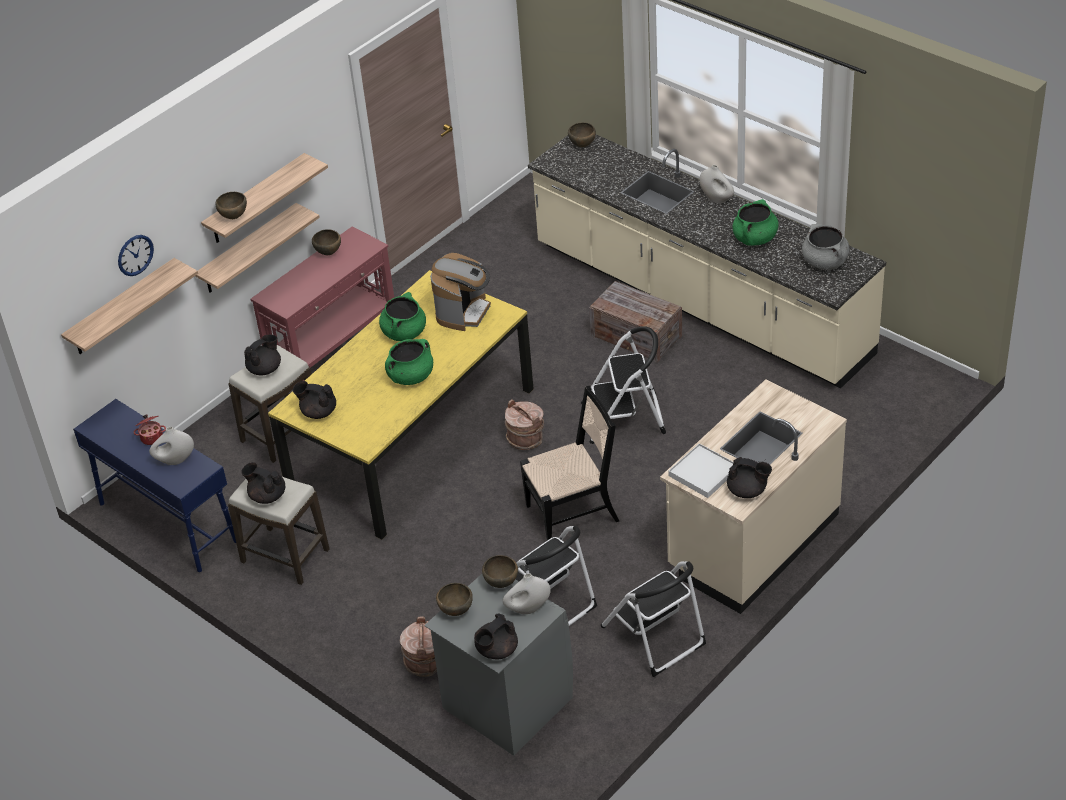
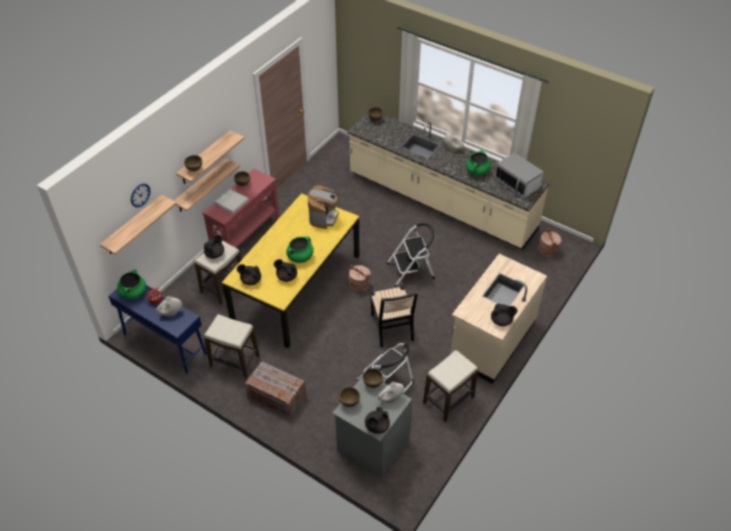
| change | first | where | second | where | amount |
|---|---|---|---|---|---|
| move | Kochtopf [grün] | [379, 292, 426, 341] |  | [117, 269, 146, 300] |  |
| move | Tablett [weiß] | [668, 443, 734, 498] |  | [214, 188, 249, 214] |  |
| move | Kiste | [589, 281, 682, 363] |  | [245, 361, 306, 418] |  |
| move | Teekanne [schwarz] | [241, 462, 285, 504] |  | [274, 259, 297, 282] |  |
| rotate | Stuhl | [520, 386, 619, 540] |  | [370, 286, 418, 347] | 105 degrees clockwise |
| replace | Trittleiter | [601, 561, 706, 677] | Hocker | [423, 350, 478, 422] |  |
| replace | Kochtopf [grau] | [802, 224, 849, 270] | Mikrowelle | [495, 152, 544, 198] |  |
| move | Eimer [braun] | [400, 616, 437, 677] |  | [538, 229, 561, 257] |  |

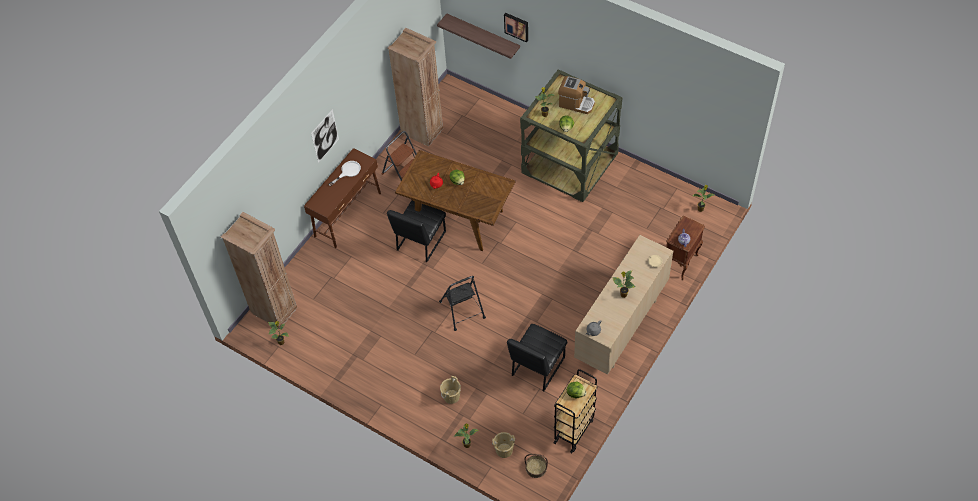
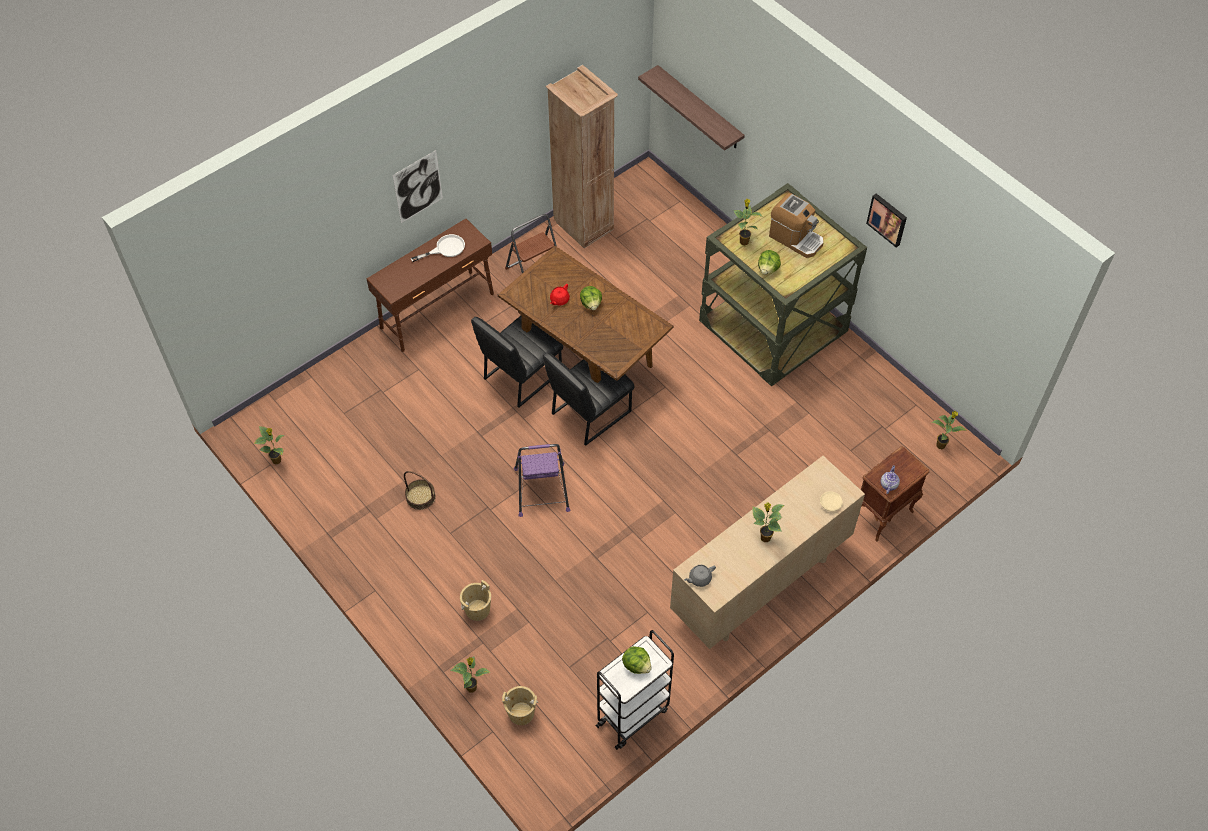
| change | first | where | second | where | amount |
|---|---|---|---|---|---|
| move | Korb | [525, 454, 548, 478] |  | [404, 471, 436, 510] |  |
| recolor | Trittleiter [schwarz] | [439, 276, 486, 331] | Trittleiter [lila] | [514, 444, 570, 517] |  |
| move | Stuhl [schwarz] | [507, 324, 567, 391] |  | [543, 353, 634, 446] |  |
| recolor | Rollwagen [braun] | [554, 369, 597, 453] | Rollwagen [weiß] | [596, 630, 674, 750] |  |
| move | Bild | [504, 13, 528, 43] |  | [866, 193, 907, 247] |  |
| delete | Schrank [braun] | [221, 212, 297, 329] |  |  |  |

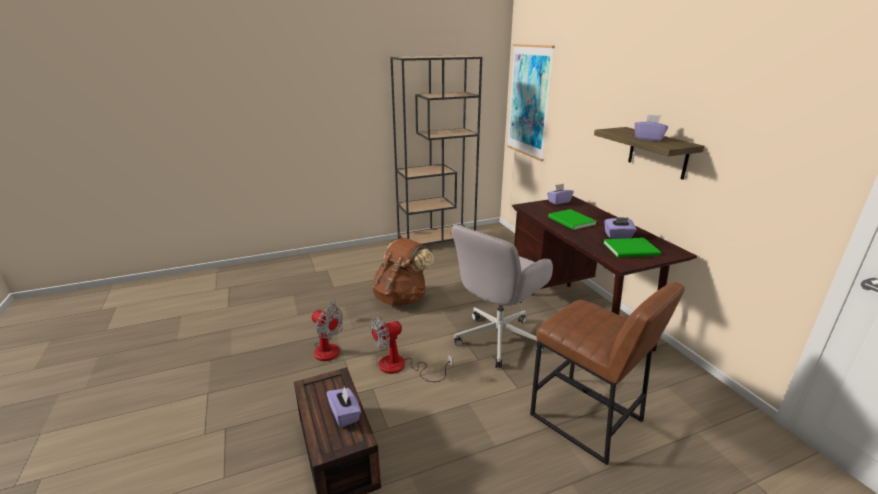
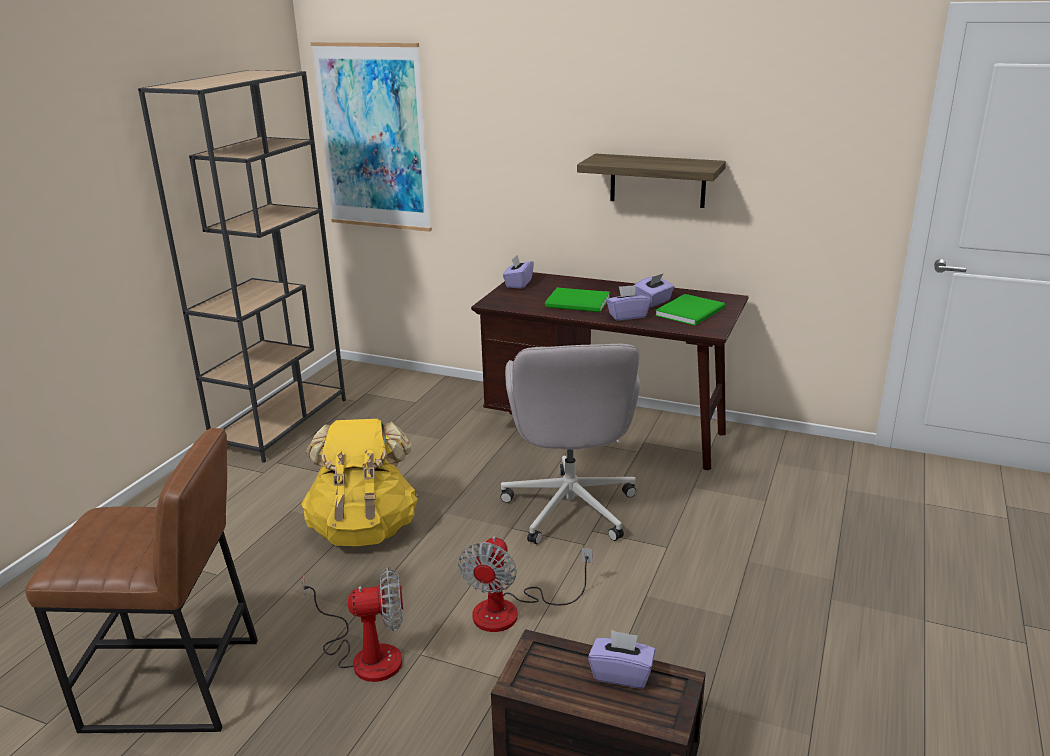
| change | first | where | second | where | amount |
|---|---|---|---|---|---|
| move | Stuhl [braun] | [530, 282, 685, 465] |  | [25, 428, 258, 733] |  |
| recolor | Rucksack [braun] | [372, 238, 434, 306] | Rucksack [gelb] | [301, 419, 418, 546] |  |
| move | Taschentuchbox [lila] | [634, 115, 668, 141] |  | [606, 285, 651, 321] |  |

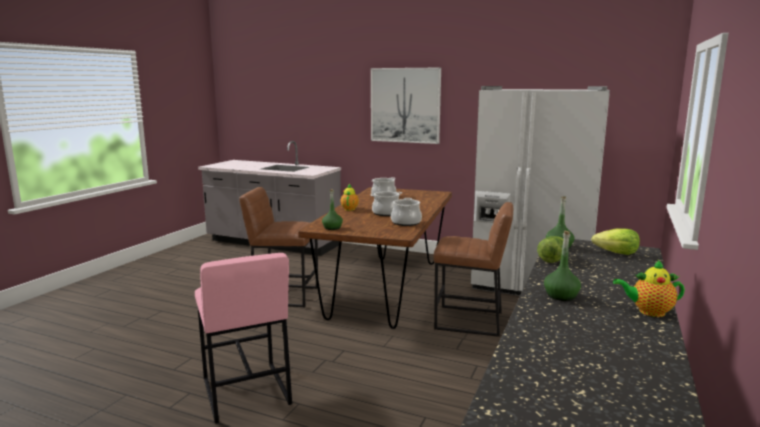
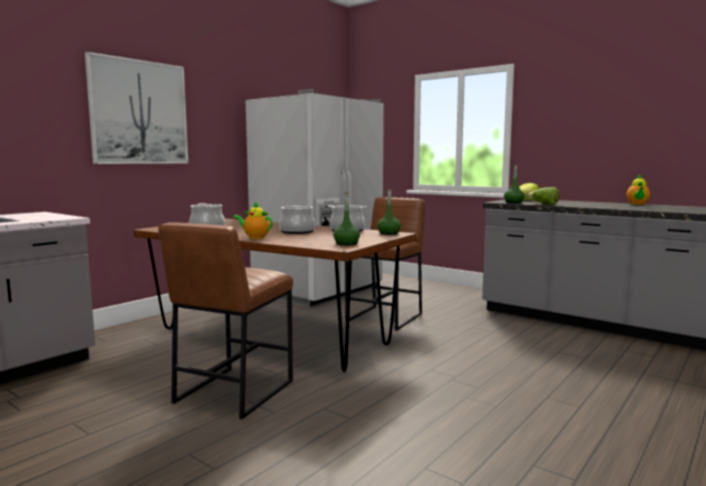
| change | first | where | second | where | amount |
|---|---|---|---|---|---|
| move | Flasche [grün] | [544, 231, 581, 301] |  | [377, 188, 401, 235] |  |
| delete | Stuhl [rosa] | [195, 253, 292, 423] |  |  |  |

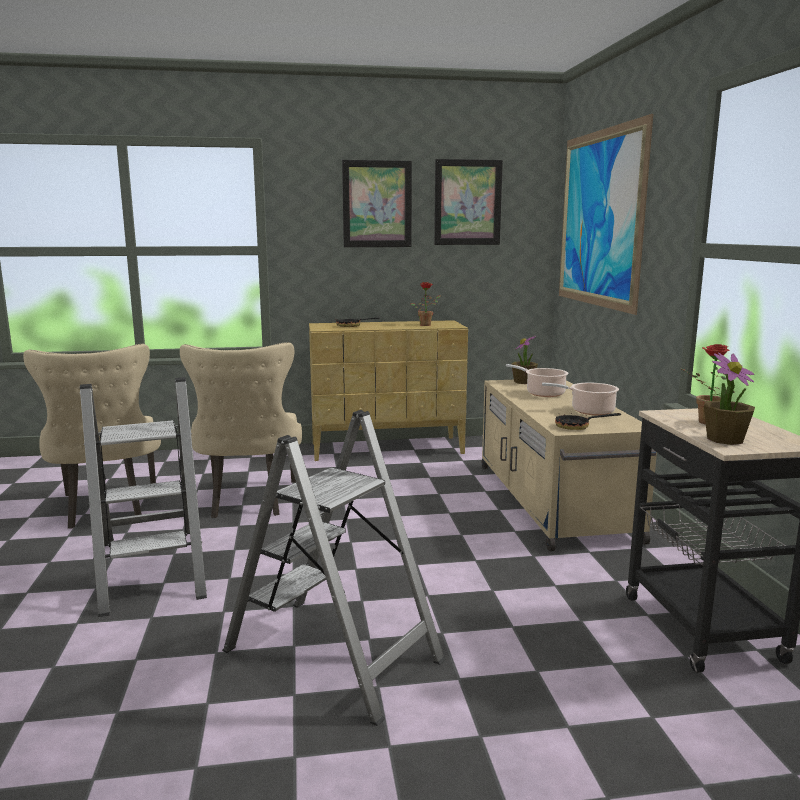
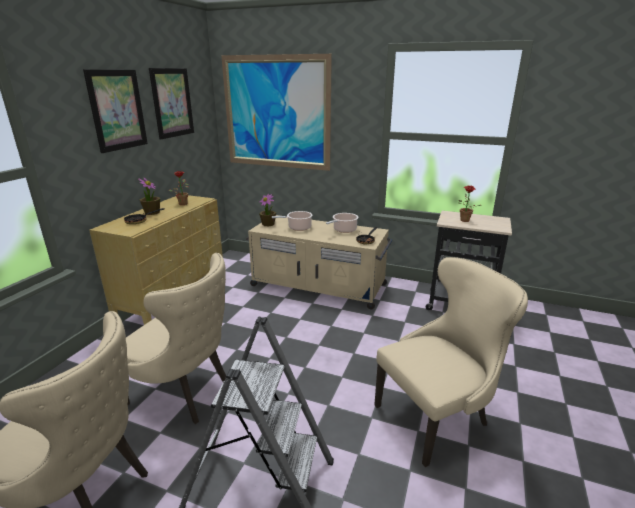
| change | first | where | second | where | amount |
|---|---|---|---|---|---|
| move | Topfpflanze | [704, 353, 755, 445] |  | [138, 177, 160, 215] |  |
| replace | Trittleiter [grau] | [222, 410, 445, 726] | Stuhl [beige] | [374, 257, 528, 467] |  |

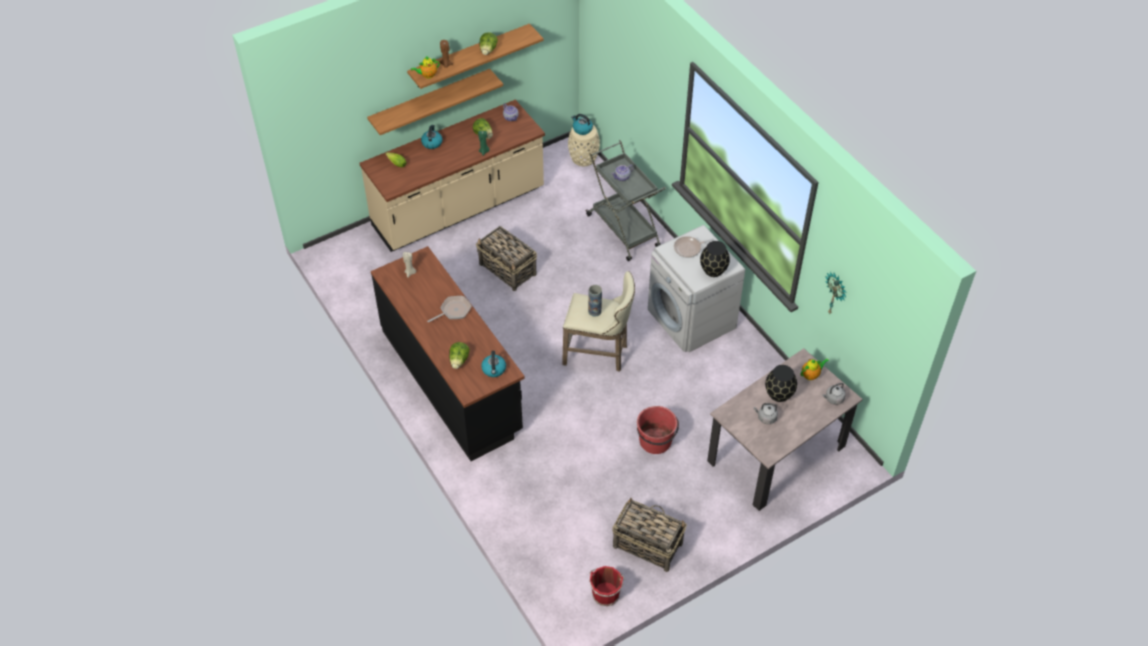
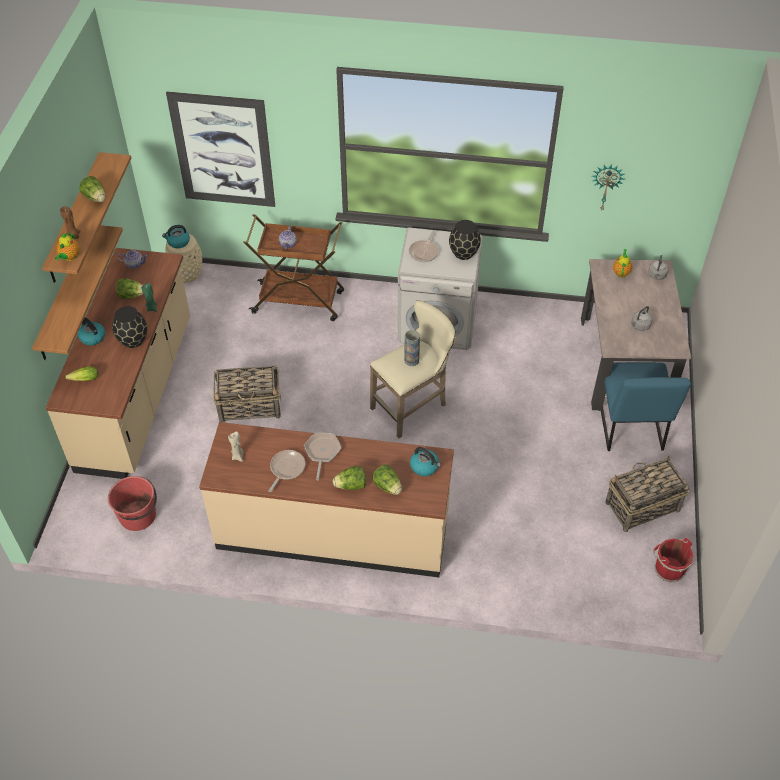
| change | first | where | second | where | amount |
|---|---|---|---|---|---|
| move | Eimer [rot] | [637, 406, 679, 454] |  | [108, 476, 157, 531] |  |
| move | Vase [schwarz] | [765, 365, 797, 402] |  | [112, 306, 147, 348] |  |
| insert |  |  | Bild | [166, 91, 275, 207] |  |
| recolor | Küchenzeile [schwarz] | [371, 246, 525, 461] | Küchenzeile [beige] | [199, 422, 454, 577] |  |
| recolor | Rollwagen [grau] | [586, 140, 666, 261] | Rollwagen [braun] | [243, 214, 344, 321] |  |
| insert |  |  | Pfanne | [269, 450, 305, 492] |  |
| insert |  |  | Salatkopf | [333, 466, 366, 490] |  |
| insert |  |  | Stuhl [blau] | [601, 362, 691, 451] |  |

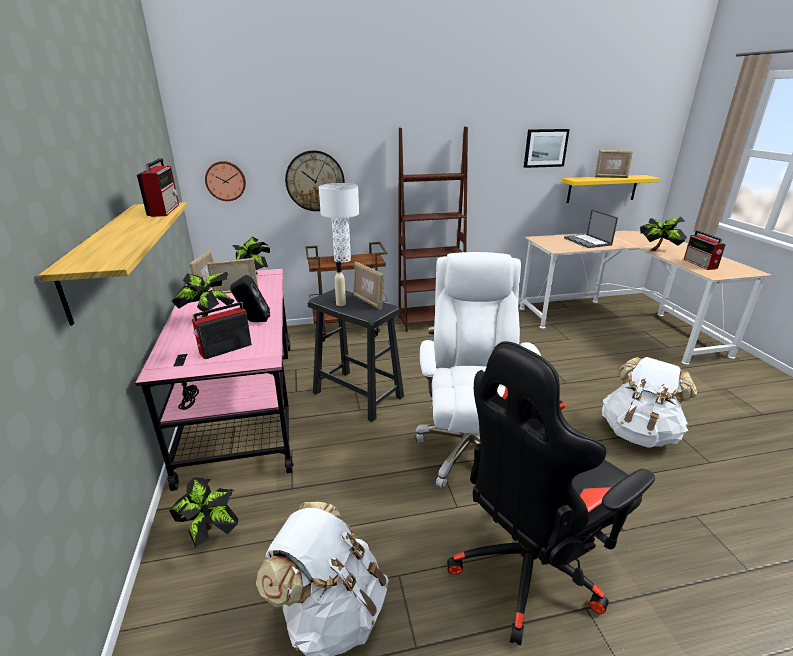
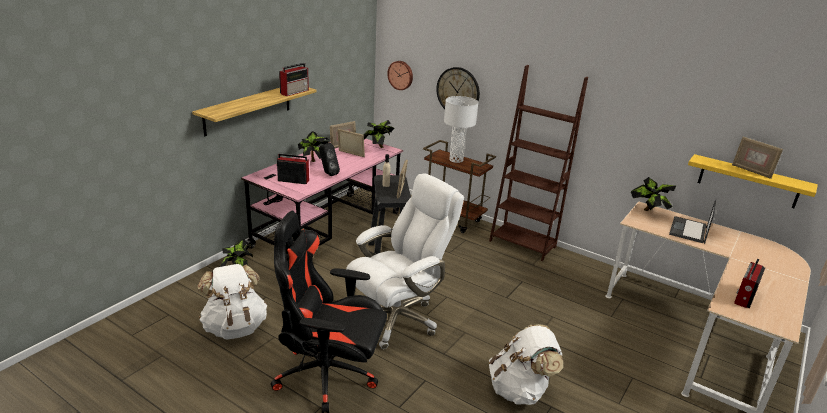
| change | first | where | second | where | amount |
|---|---|---|---|---|---|
| move | Topfpflanze | [640, 217, 687, 251] |  | [631, 177, 676, 211] |  |
| delete | Bild | [524, 129, 570, 168] |  |  |  |

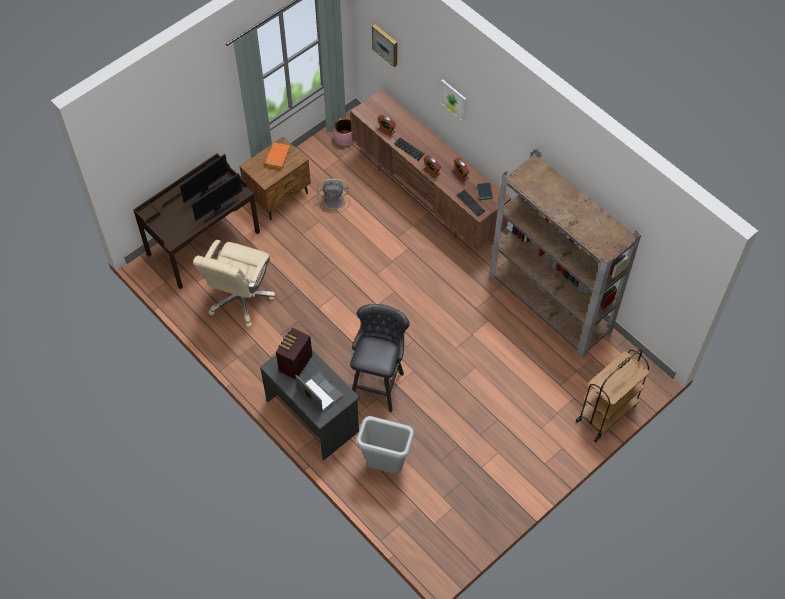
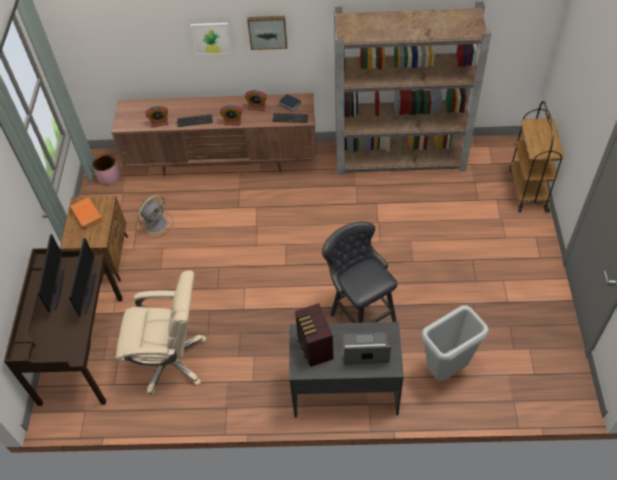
| change | first | where | second | where | amount |
|---|---|---|---|---|---|
| rotate | Bürostuhl [beige] | [193, 240, 275, 327] |  | [116, 271, 207, 395] | 60 degrees counterclockwise |
| move | Bild | [372, 24, 397, 67] |  | [247, 16, 287, 50] |  |

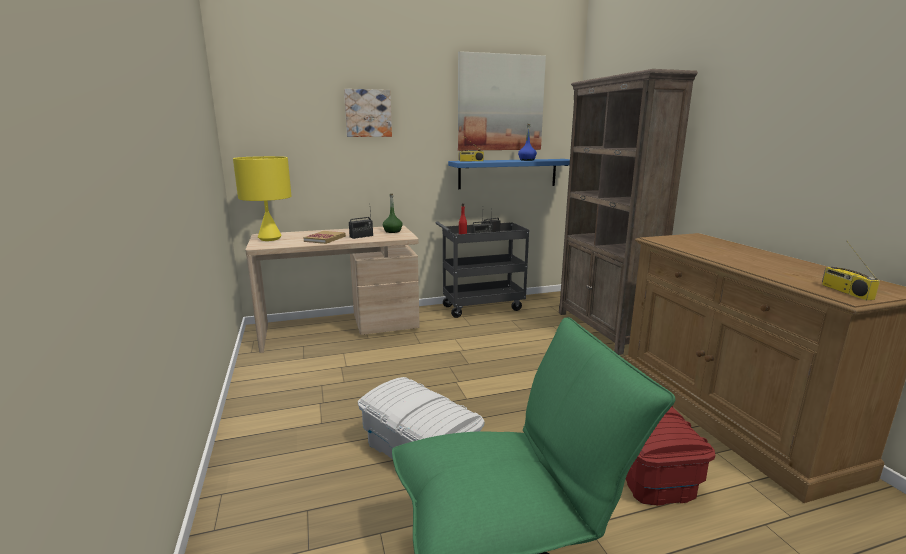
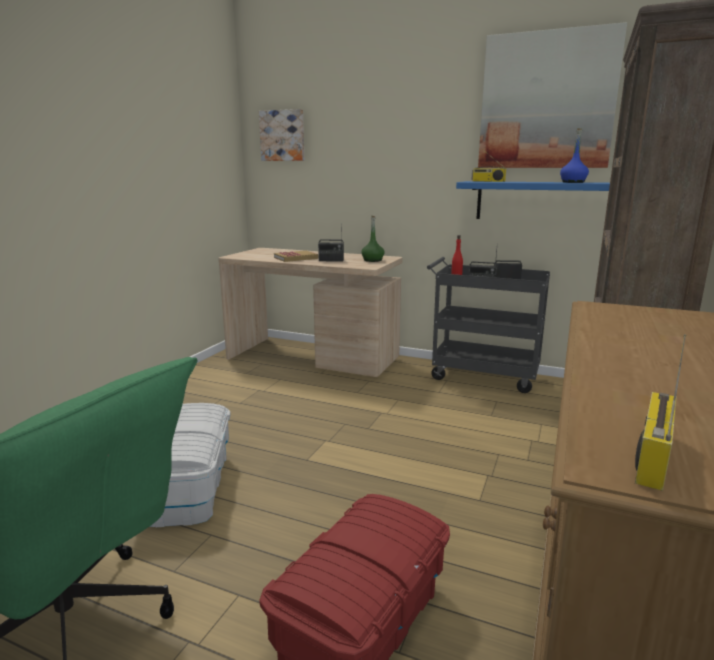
| change | first | where | second | where | amount |
|---|---|---|---|---|---|
| move | Bild | [344, 89, 392, 137] |  | [259, 109, 304, 161] |  |
| delete | Tischlampe [gelb] | [233, 156, 291, 241] |  |  |  |

